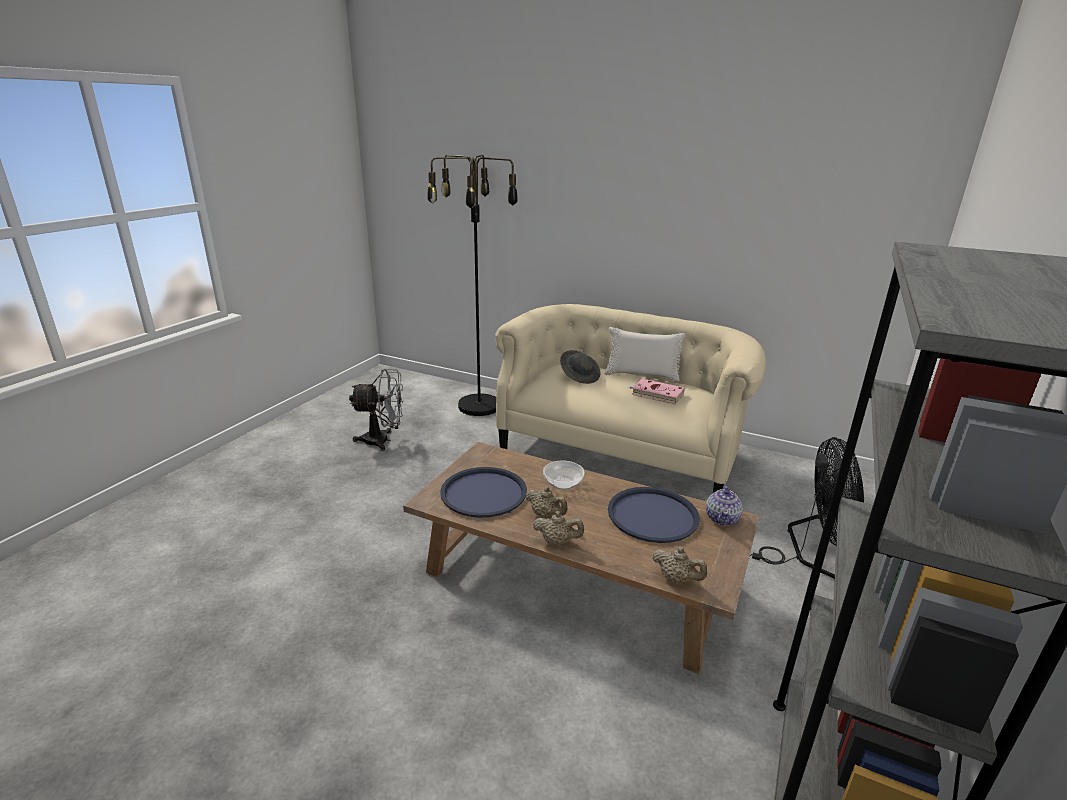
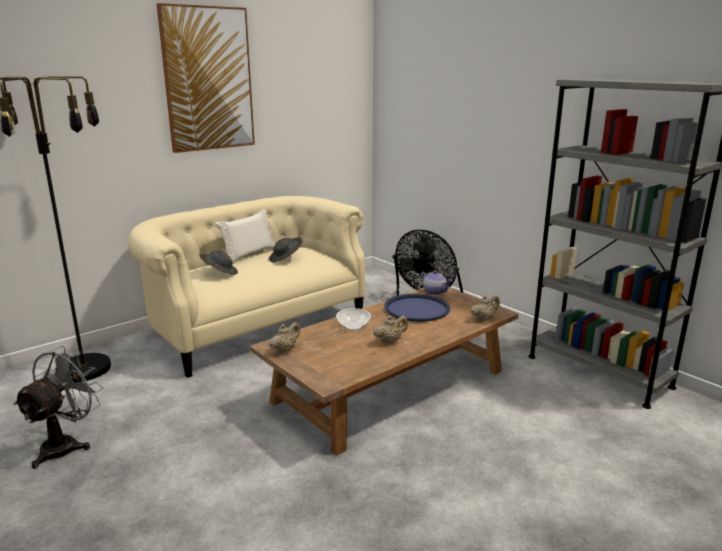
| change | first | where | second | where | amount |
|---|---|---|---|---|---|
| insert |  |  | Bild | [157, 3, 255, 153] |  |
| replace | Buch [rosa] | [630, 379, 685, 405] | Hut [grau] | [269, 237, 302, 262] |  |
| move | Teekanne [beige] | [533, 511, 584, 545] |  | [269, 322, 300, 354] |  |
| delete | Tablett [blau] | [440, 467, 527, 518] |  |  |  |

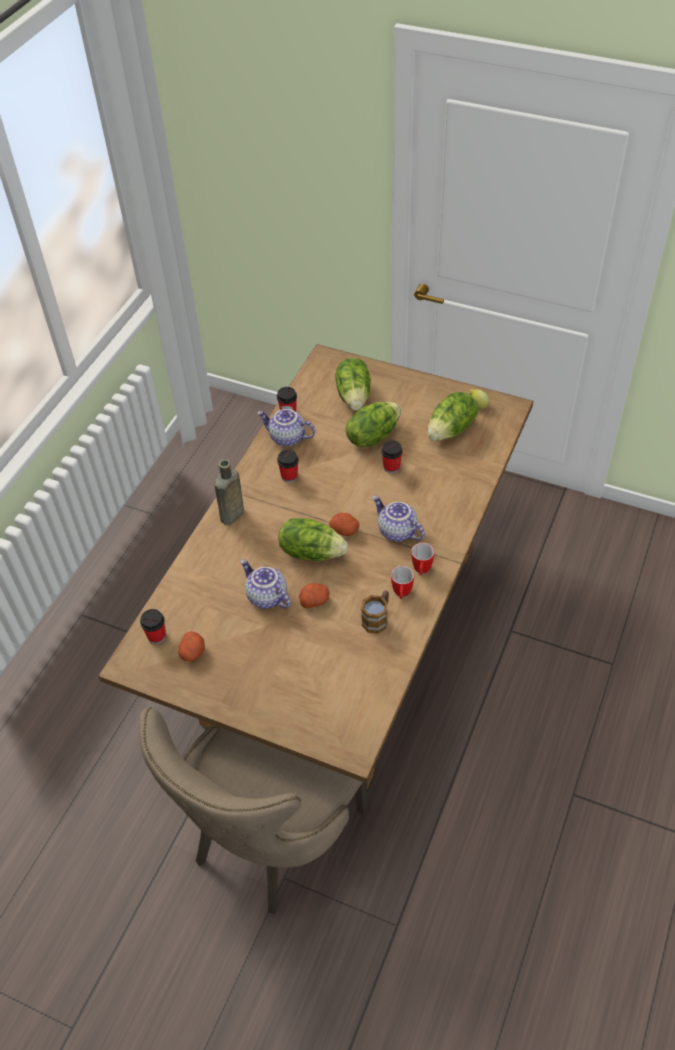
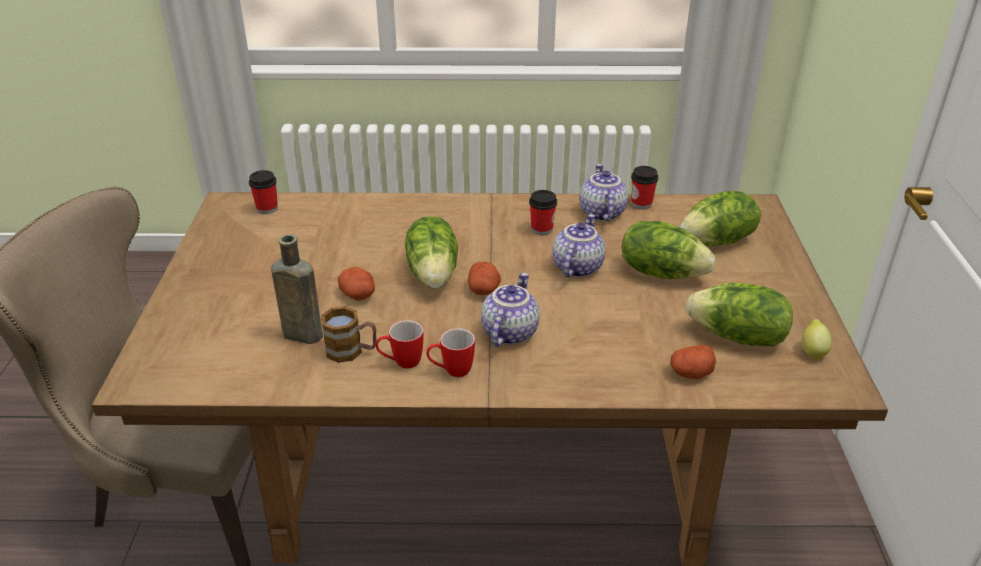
| change | first | where | second | where | amount |
|---|---|---|---|---|---|
| move | Flasche [braun] | [214, 459, 244, 525] |  | [271, 234, 323, 344] |  |
| move | Teekanne | [240, 559, 291, 609] |  | [552, 214, 606, 277] |  |
| move | Kartoffel | [178, 631, 205, 662] |  | [670, 345, 716, 380] |  |
| delete | Tasse | [381, 440, 403, 474] |  |  |  |

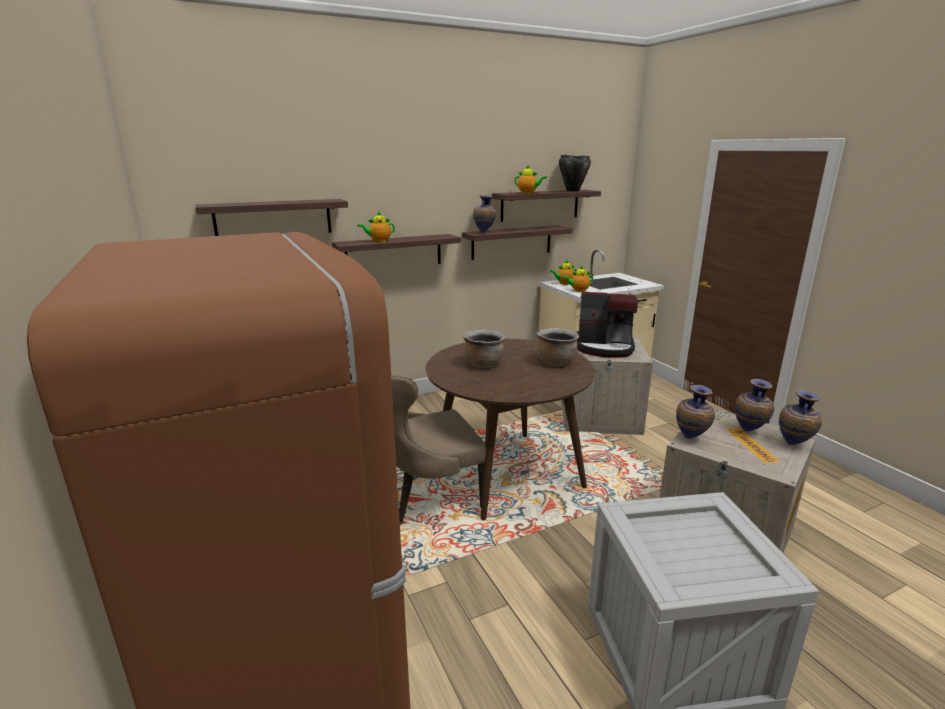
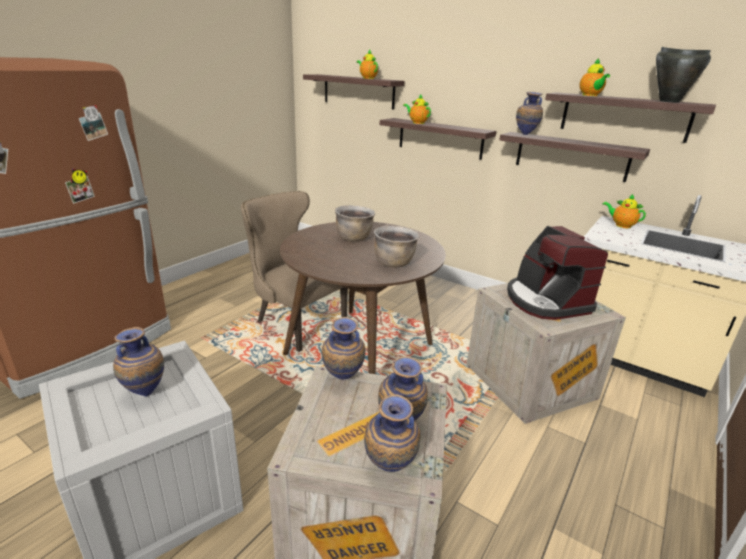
| change | first | where | second | where | amount |
|---|---|---|---|---|---|
| insert |  |  | Vase | [113, 327, 164, 397] |  |
| move | Teekanne | [562, 265, 593, 292] |  | [357, 49, 378, 79] |  |

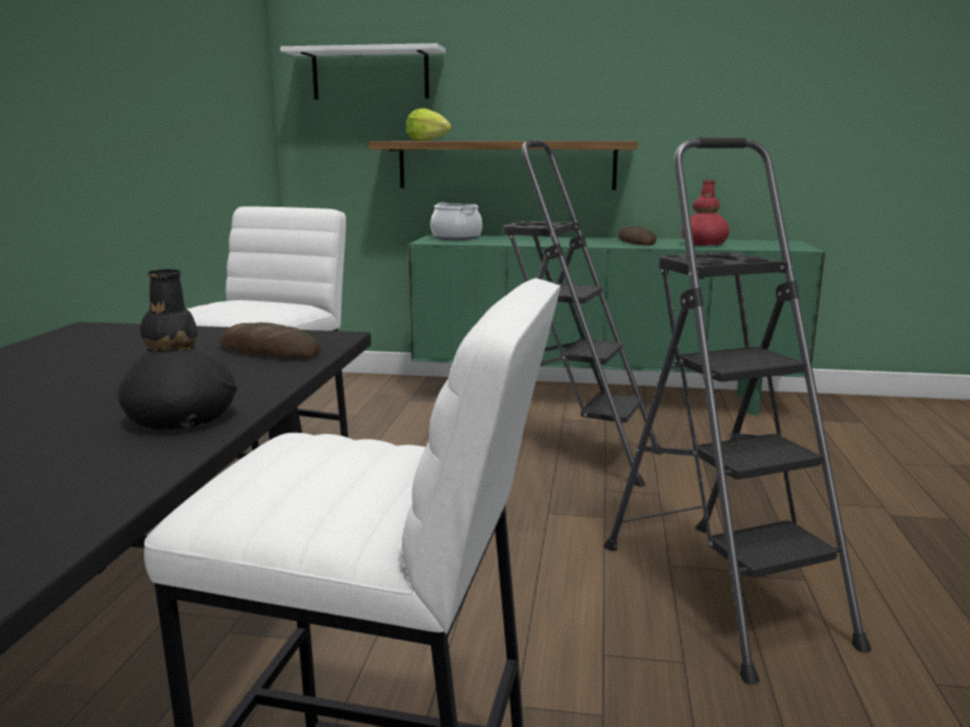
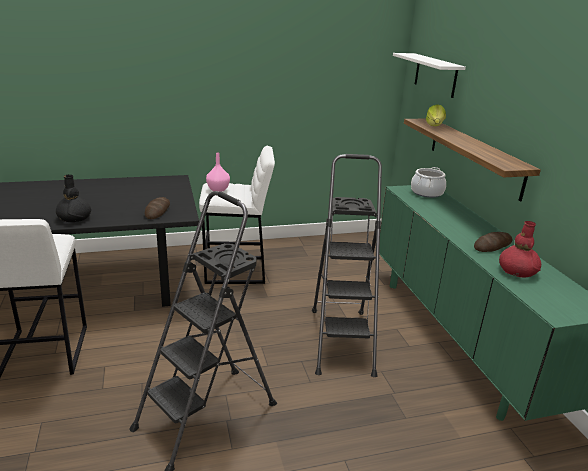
| change | first | where | second | where | amount |
|---|---|---|---|---|---|
| insert |  |  | Vase [rosa] | [206, 152, 230, 192] |  |

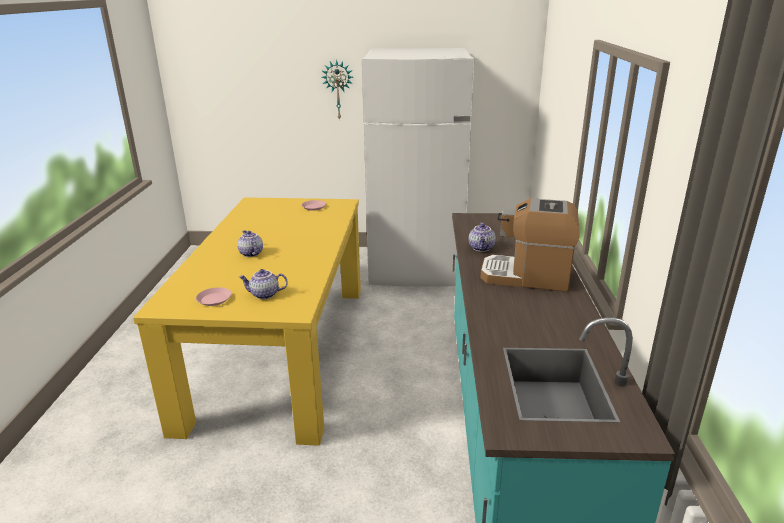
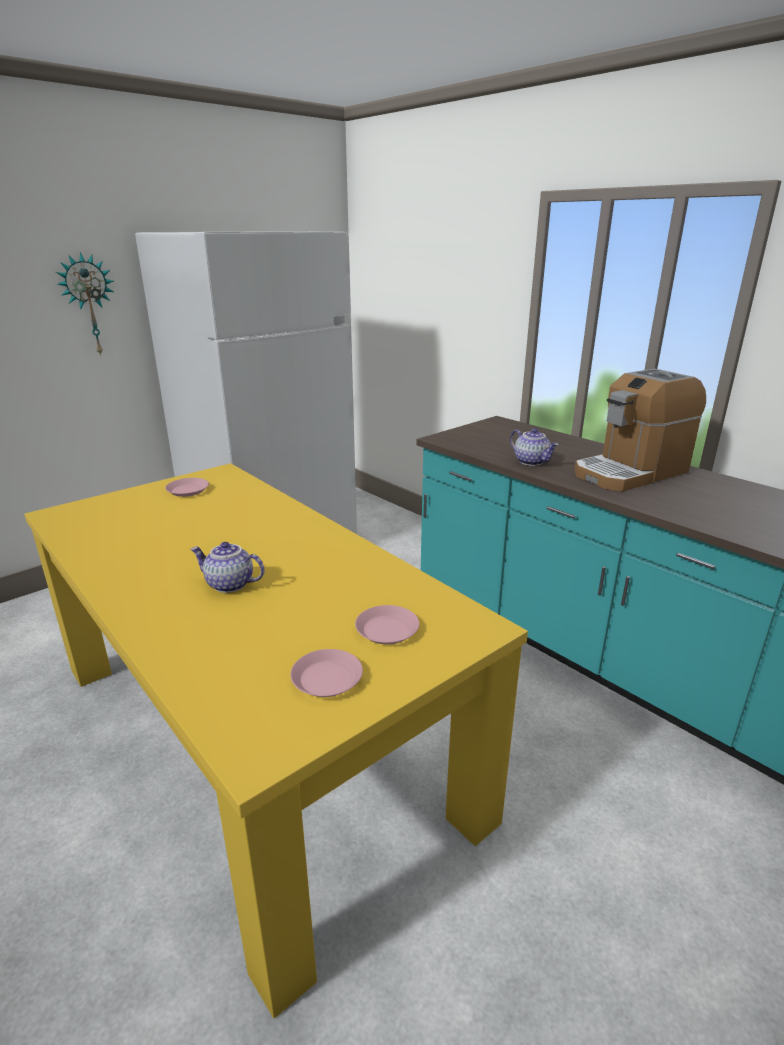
| change | first | where | second | where | amount |
|---|---|---|---|---|---|
| replace | Teekanne | [239, 269, 288, 299] | Teller [rosa] | [355, 605, 419, 644] |  |

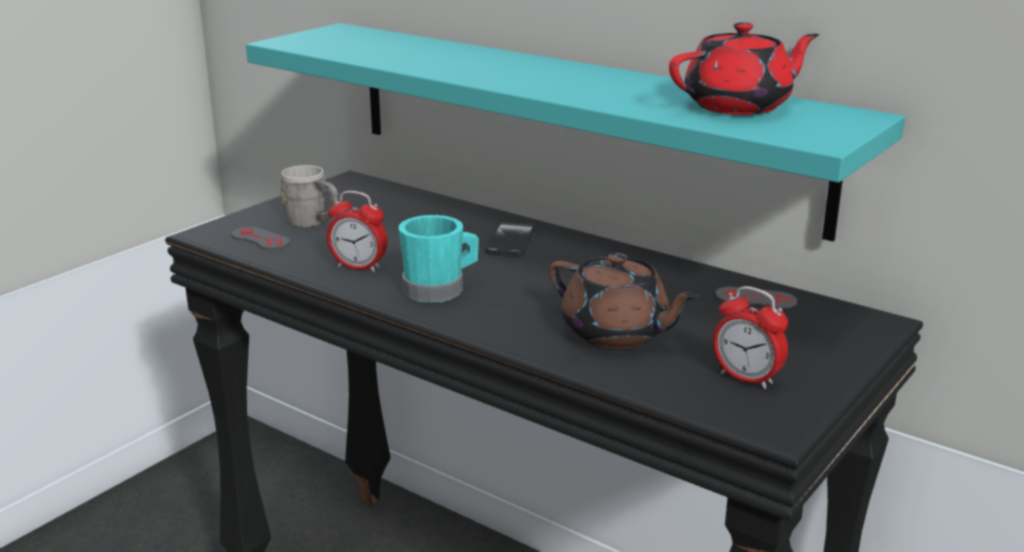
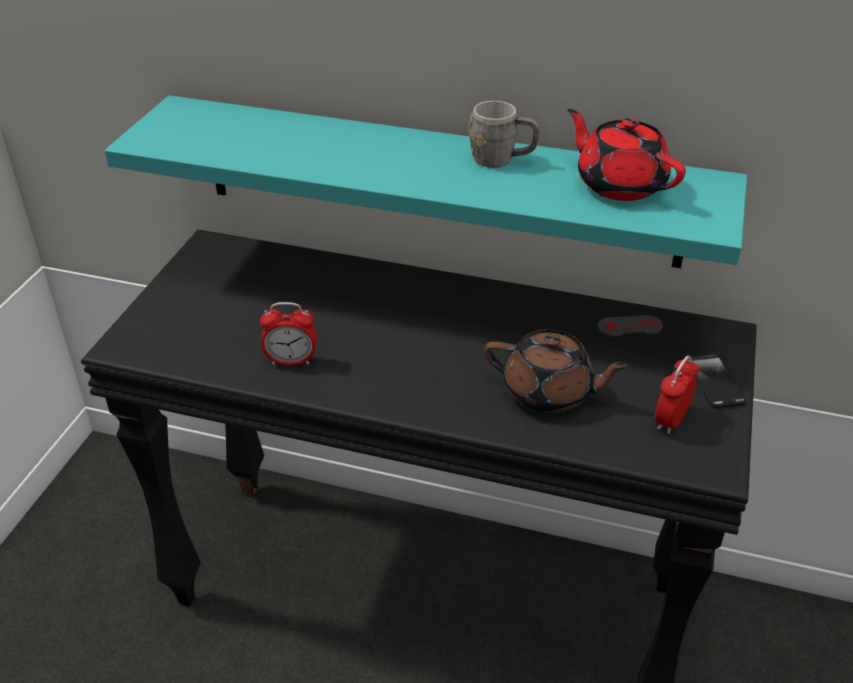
| change | first | where | second | where | amount |
|---|---|---|---|---|---|
| move | Henkelbecher [grau] | [280, 165, 339, 228] |  | [469, 101, 540, 168] |  |
| rotate | Teekanne [rot] | [669, 22, 819, 115] |  | [567, 109, 686, 201] | 90 degrees counterclockwise |
| rotate | Wecker | [713, 286, 788, 389] |  | [655, 356, 699, 434] | 105 degrees clockwise |
| move | Handy | [486, 222, 535, 256] |  | [690, 353, 746, 408] |  |
| delete | Gamepad [grau] | [232, 227, 290, 250] |  |  |  |
| delete | Henkelbecher [türkis] | [398, 215, 479, 303] |  |  |  |

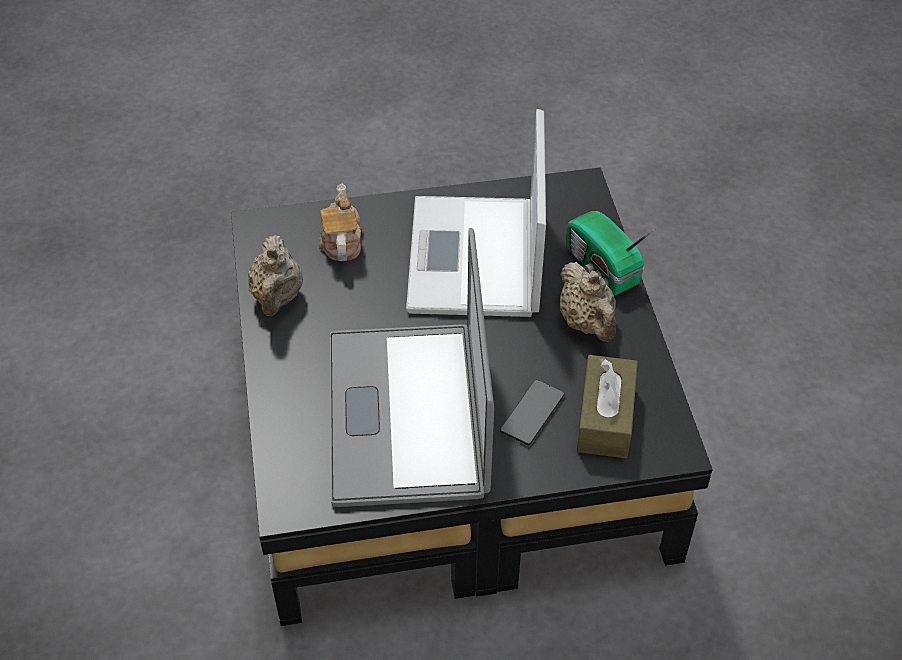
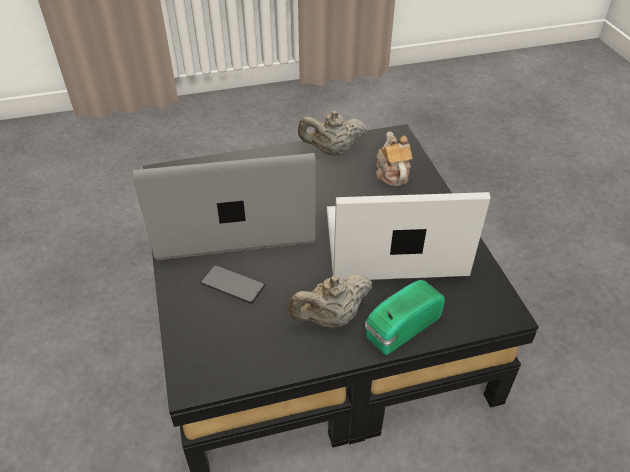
| change | first | where | second | where | amount |
|---|---|---|---|---|---|
| rotate | Teekanne | [319, 184, 361, 261] |  | [376, 131, 413, 186] | 90 degrees counterclockwise |
| delete | Taschentuchbox [braun] | [577, 355, 638, 458] |  |  |  |

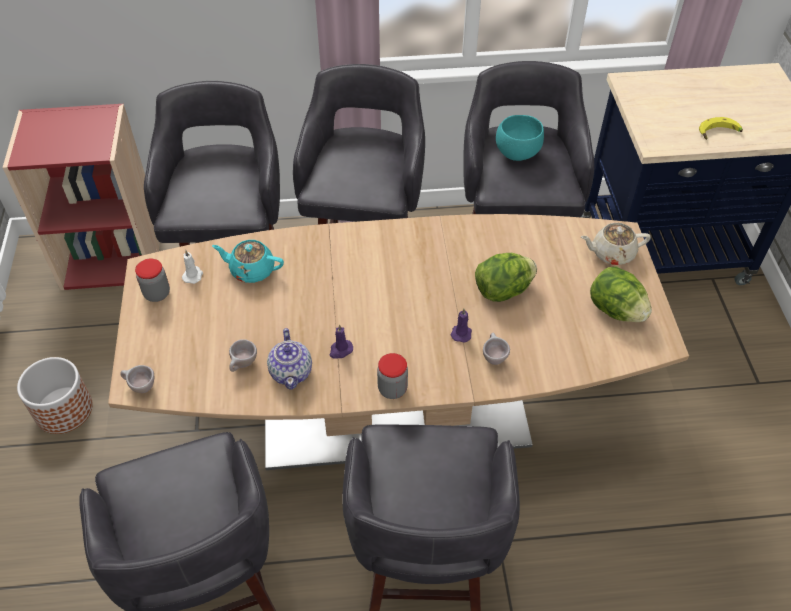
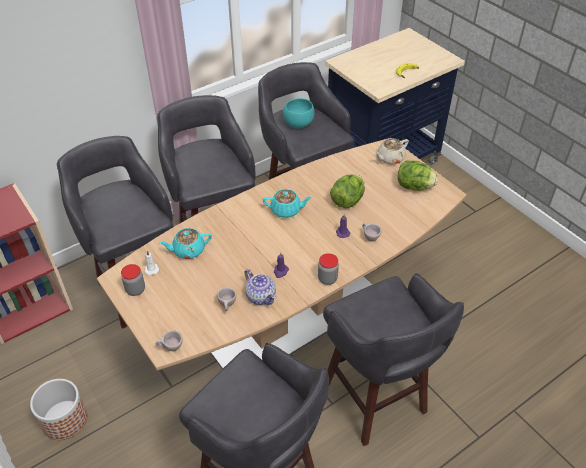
| change | first | where | second | where | amount |
|---|---|---|---|---|---|
| insert |  |  | Teekanne [türkis] | [263, 189, 312, 218] |  |

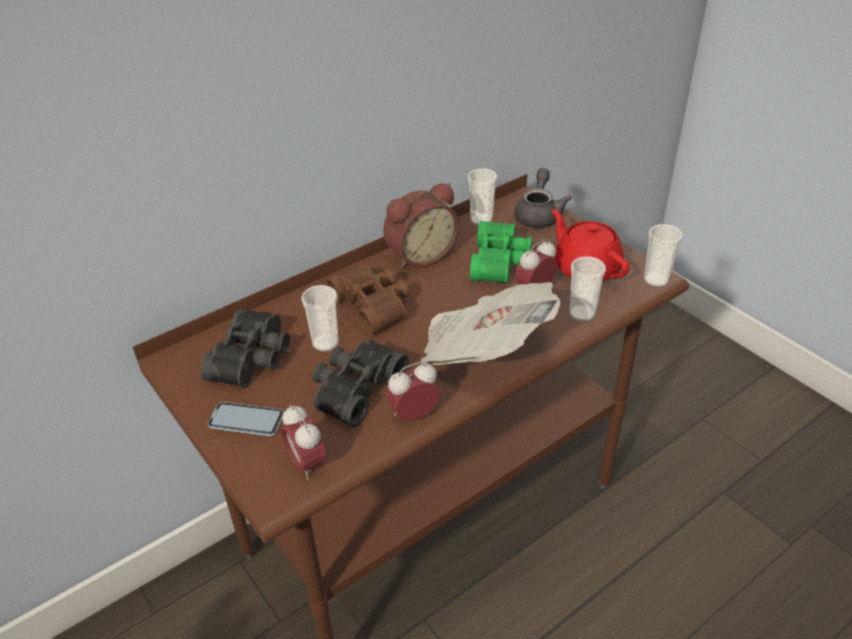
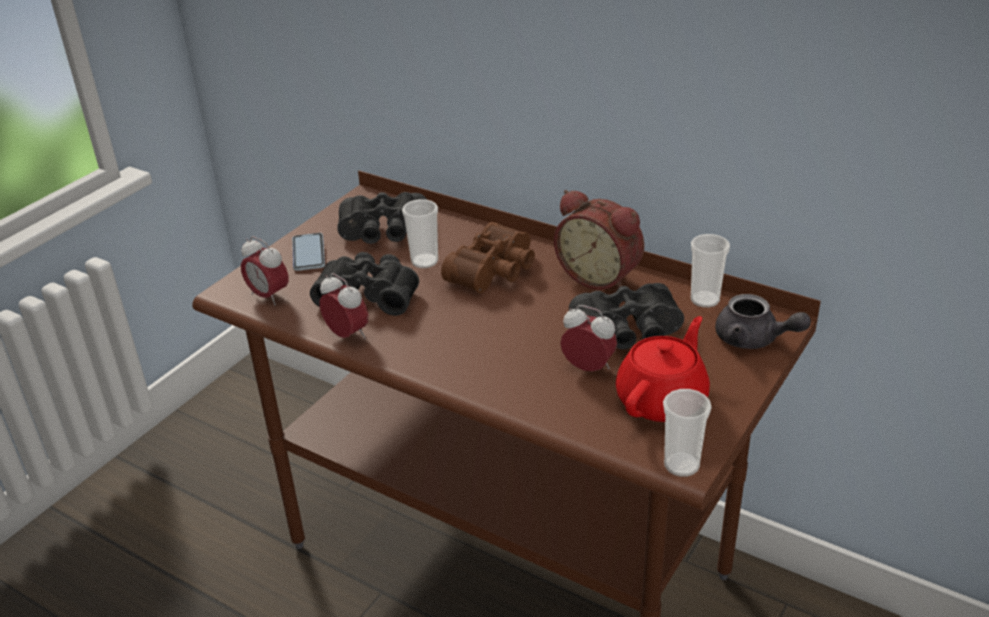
| change | first | where | second | where | amount |
|---|---|---|---|---|---|
| rotate | Wecker | [281, 405, 326, 480] |  | [241, 236, 289, 305] | 90 degrees counterclockwise |
| recolor | Fernglas [grün] | [470, 221, 532, 283] | Fernglas [schwarz] | [569, 283, 684, 350] |  |
| rotate | Teekanne [grau] | [514, 168, 571, 228] |  | [715, 294, 811, 349] | 45 degrees clockwise |
| delete | Zeitung | [420, 282, 560, 365] |  |  |  |
| delete | Tasse | [569, 256, 606, 321] |  |  |  |

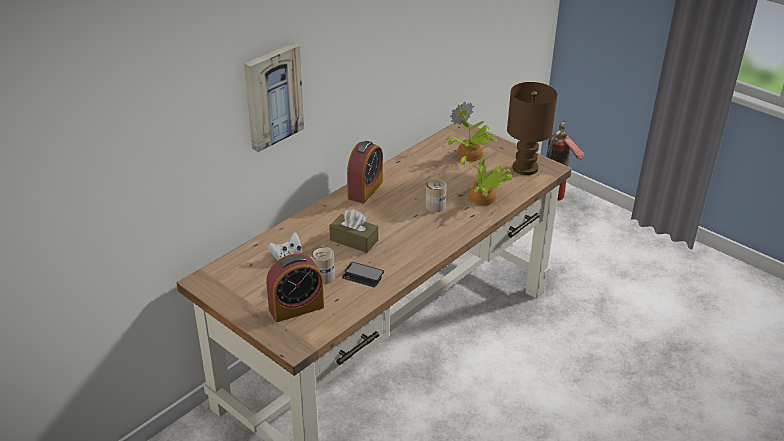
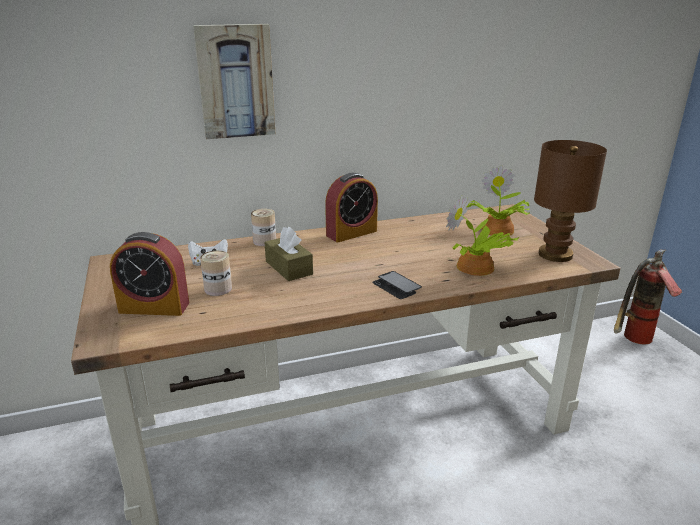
| change | first | where | second | where | amount |
|---|---|---|---|---|---|
| move | Dose | [425, 179, 447, 212] |  | [251, 209, 276, 246] |  |
| move | Handy | [342, 262, 384, 287] |  | [372, 271, 422, 299] |  |

